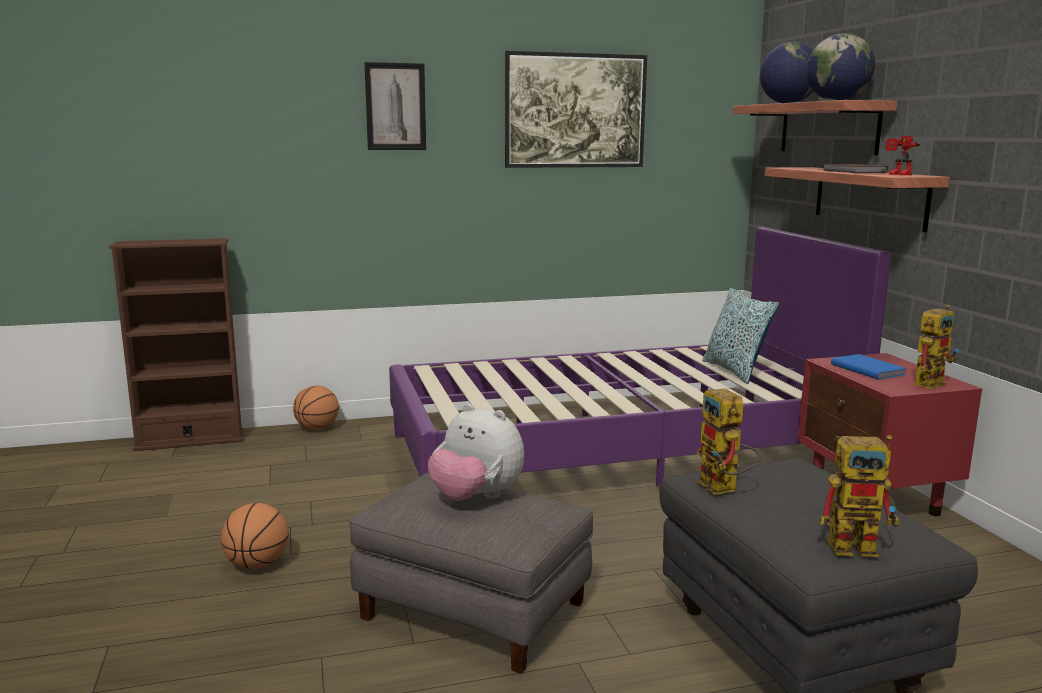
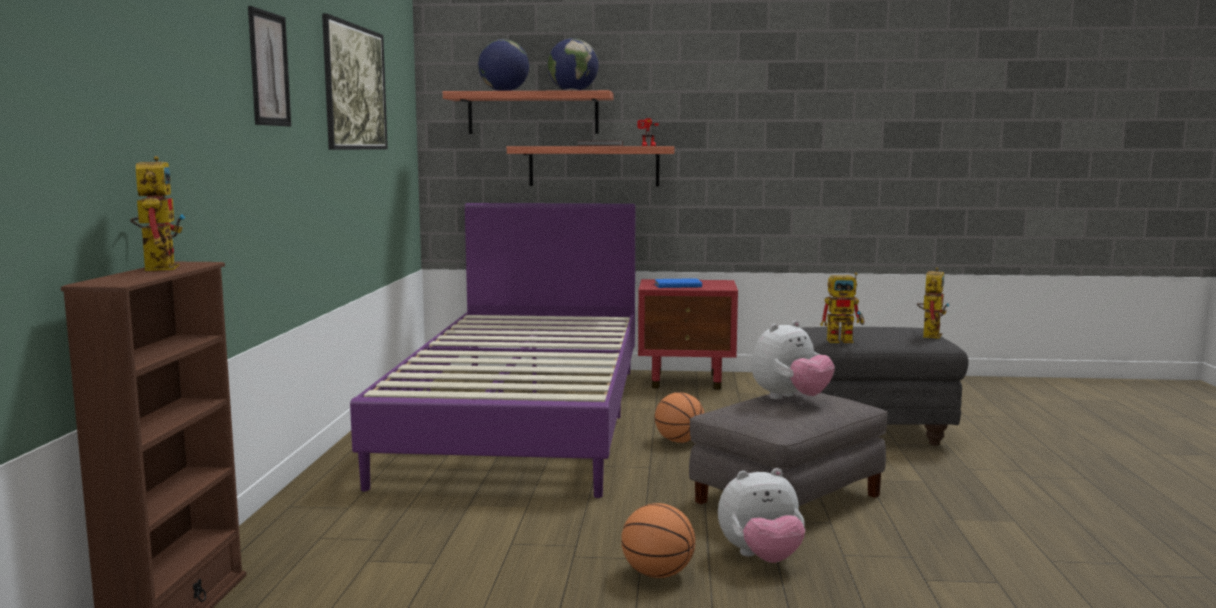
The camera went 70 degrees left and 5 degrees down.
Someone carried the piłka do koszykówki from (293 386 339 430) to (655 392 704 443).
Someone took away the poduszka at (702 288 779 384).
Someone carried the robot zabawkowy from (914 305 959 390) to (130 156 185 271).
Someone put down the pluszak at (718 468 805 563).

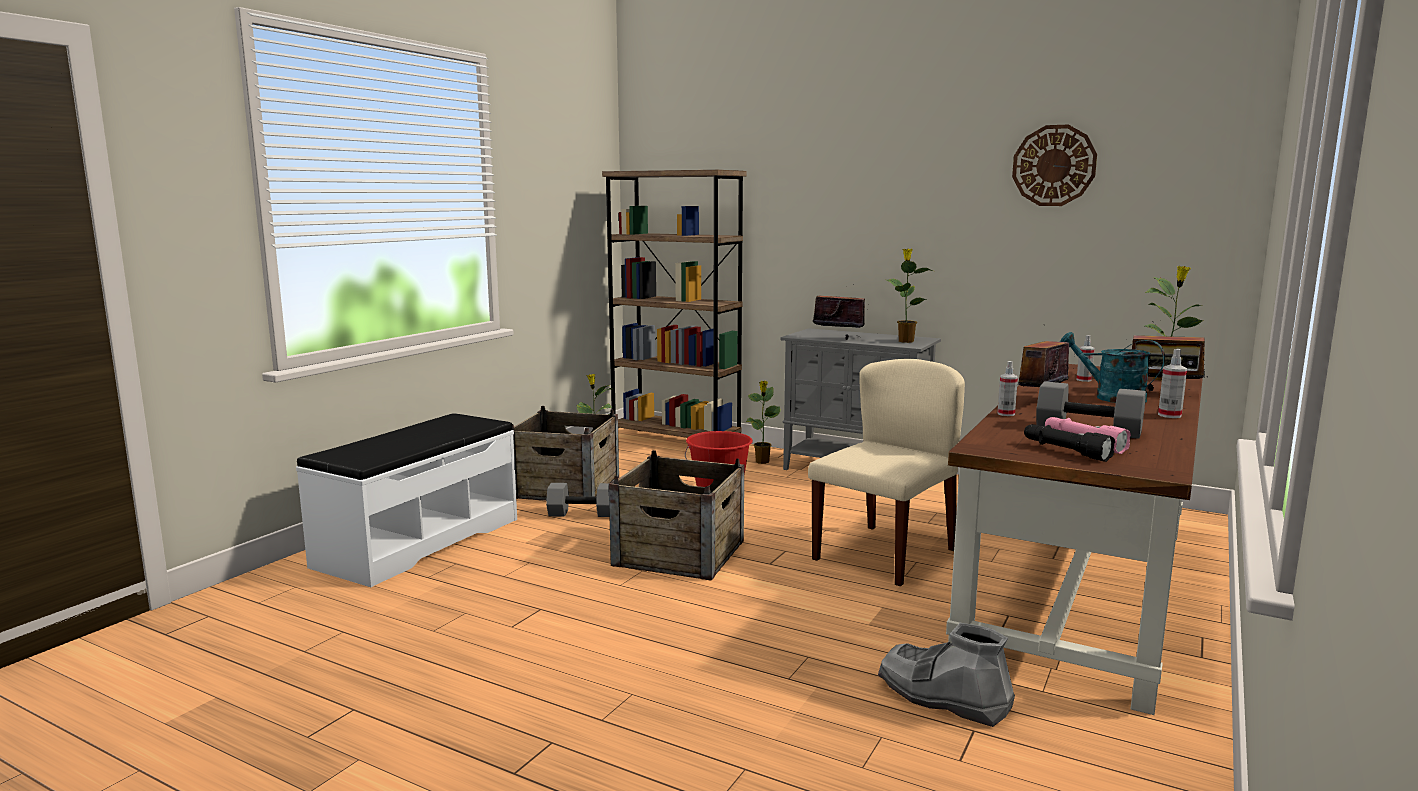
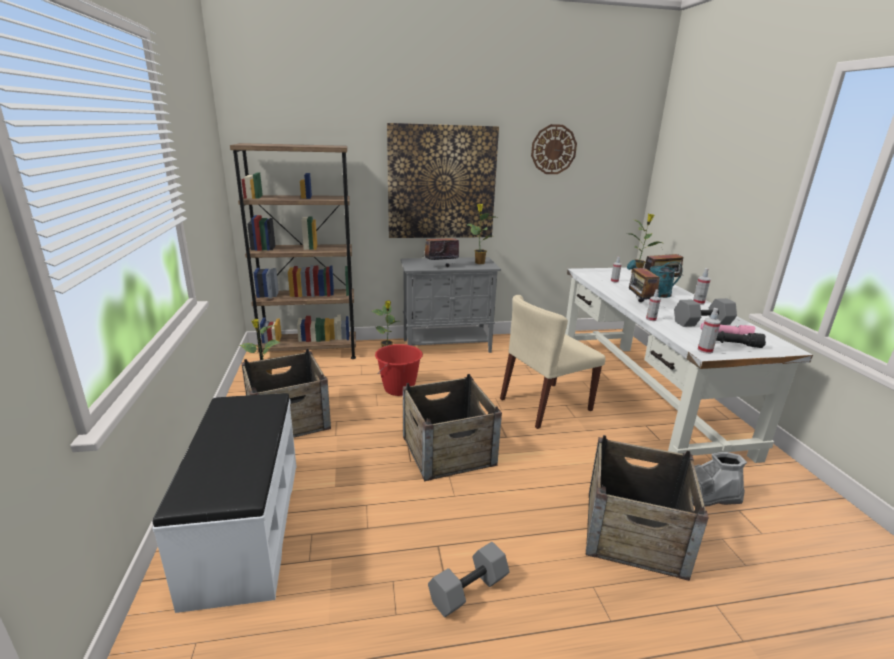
The camera went 40 degrees left and 10 degrees up.
Someone carried the hantel/szary from (546 483 610 517) to (428 542 510 617).
Someone rotated the krzesło/beżowy at (808 359 965 586) by 120 degrees counterclockwise.
Someone repainted the biurko/brązowy at (946 364 1203 715), which became the biurko/biały at (565 267 813 463).
Someone put up the obraz at (387 123 499 238).
Someone put down the skrzynka at (586 435 709 581).
Someone put down the spryskiwacz at (698 308 721 354).

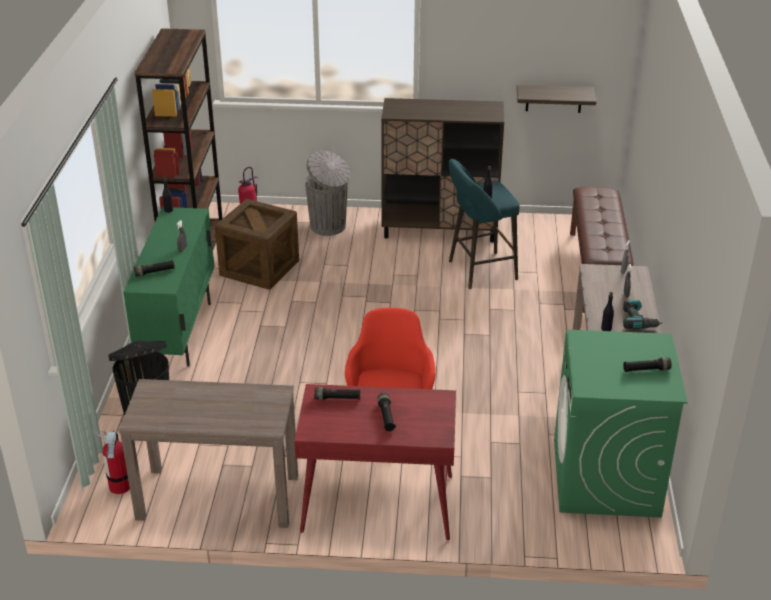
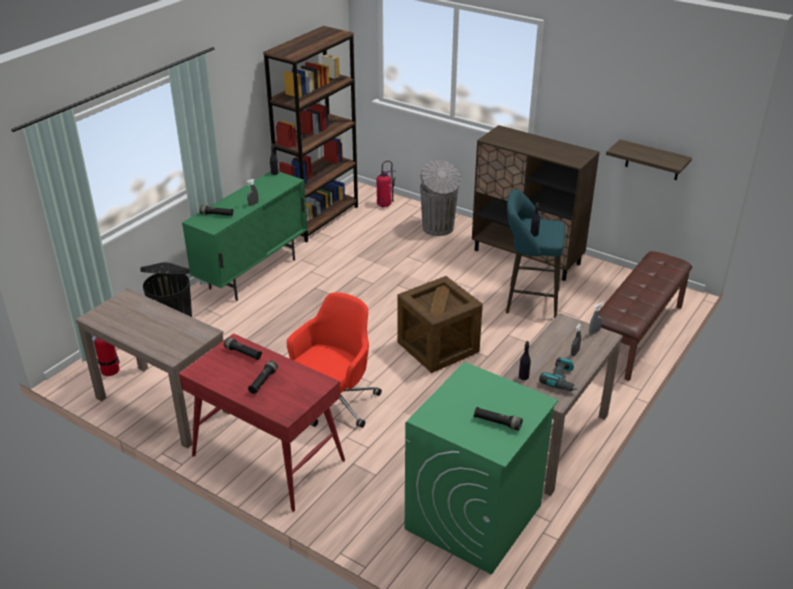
The camera went 30 degrees right and 0 degrees up.
Someone carried the skrzynka from (215 199 299 290) to (397 276 483 373).

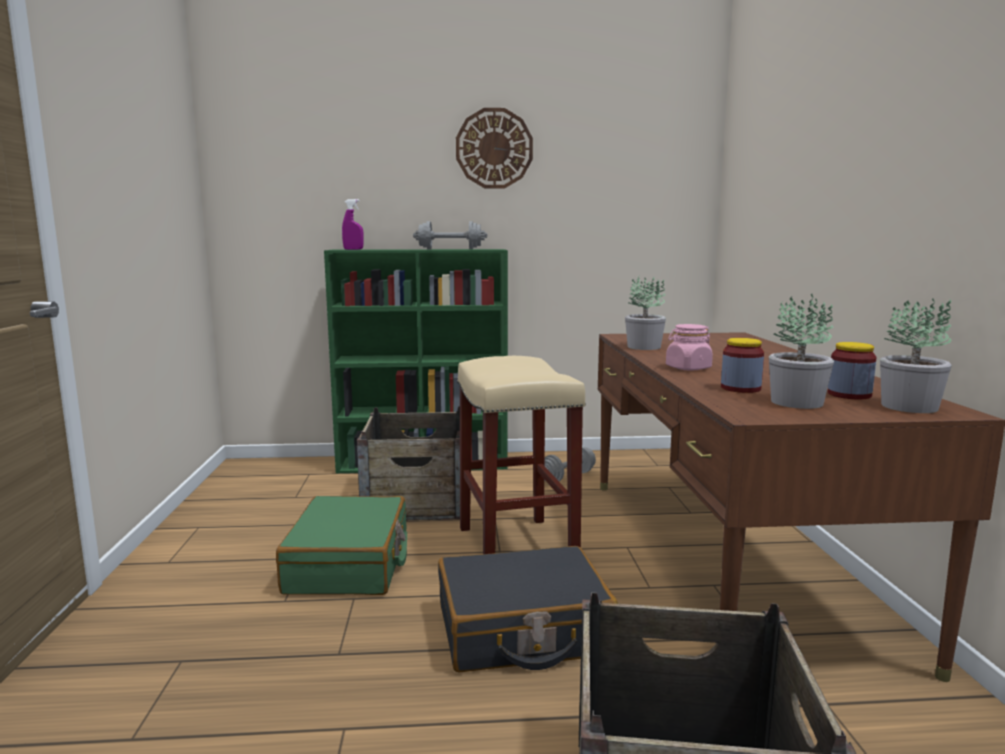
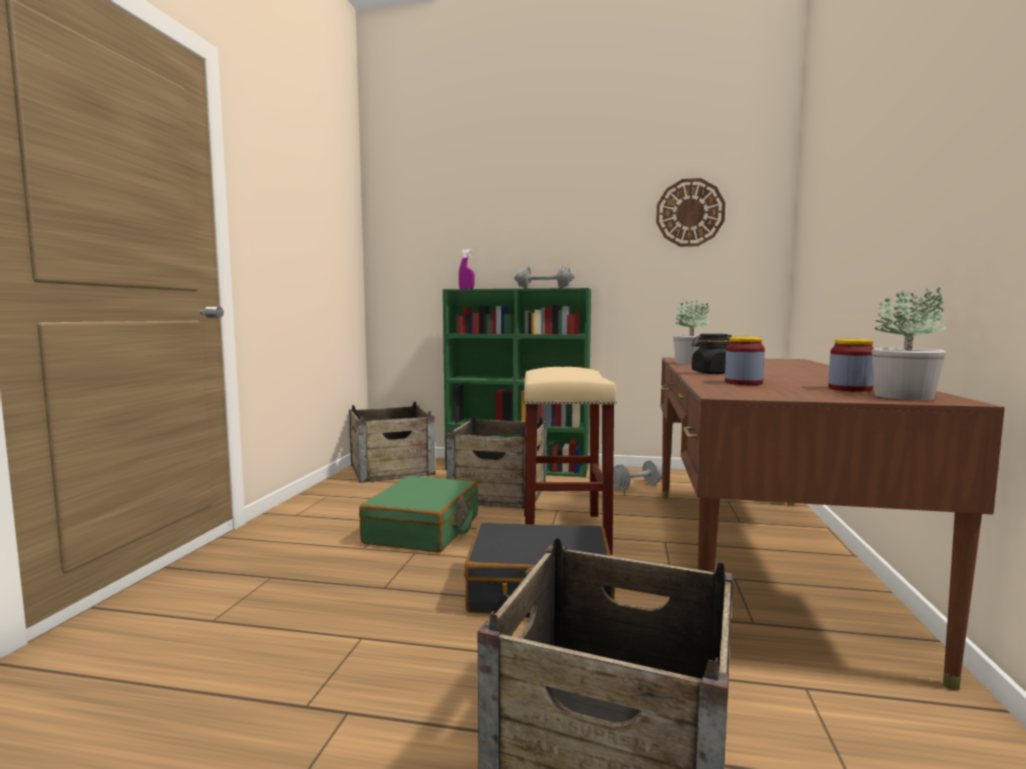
The camera went 15 degrees right and 5 degrees down.
Someone carried the zegar ścienny from (456 108 533 188) to (656 178 725 247).
Someone repainted the słoik/różowy at (666 324 713 371), which became the słoik/czarny at (692 334 732 374).
Someone took away the roślina doniczkowa at (769 294 834 409).
Someone put down the skrzynka at (349 402 436 483).

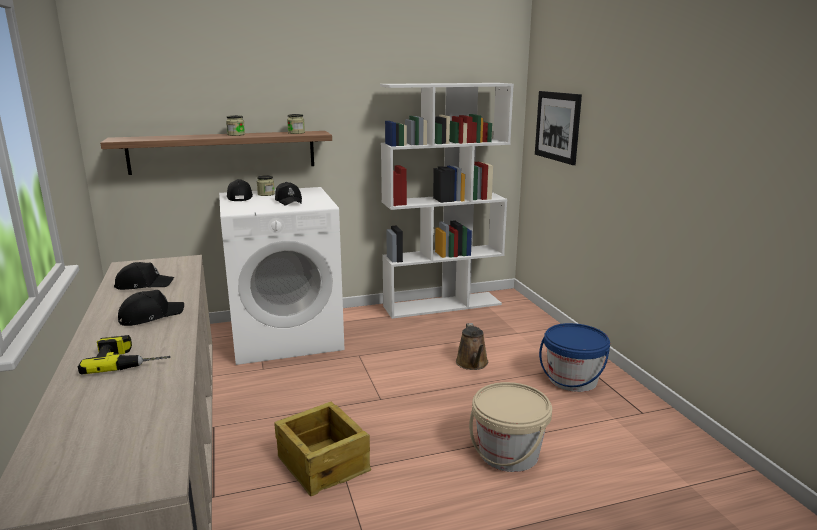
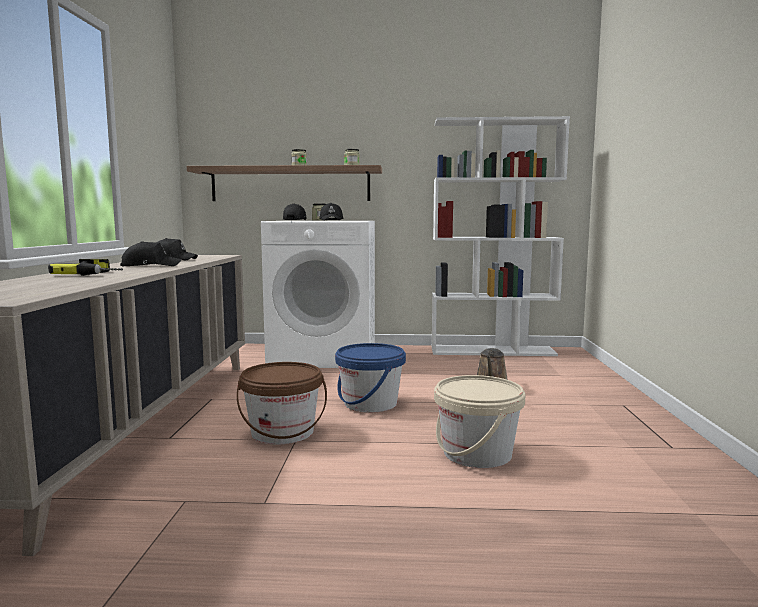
The camera went 20 degrees right and 10 degrees down.
Someone swapped the skrzynka at (274 402 371 496) for the wiadro/brązowy at (237 362 327 444).
Someone took away the obraz at (535 91 582 165).
Someone carried the wiadro/niebieski from (539 323 610 392) to (335 343 406 413).

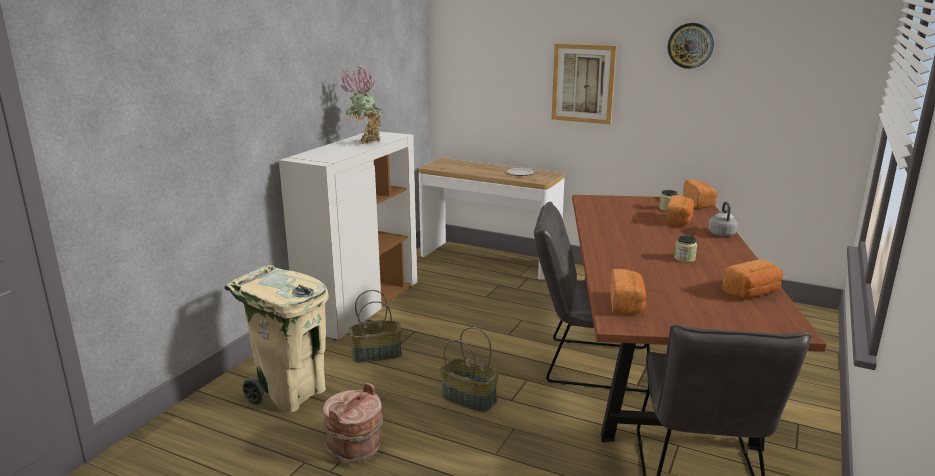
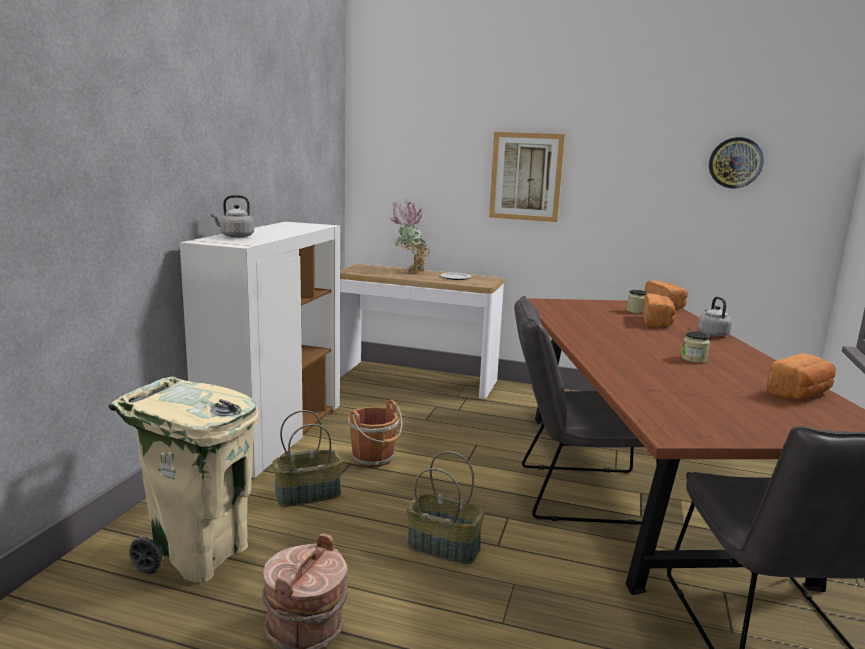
The camera went 10 degrees left and 5 degrees down.
Someone carried the roślina doniczkowa from (340 65 383 144) to (390 199 430 273).
Someone took away the chleb at (610 269 646 315).
Someone carried the zegar ścienny from (668 23 714 69) to (709 137 764 189).
Someone put down the czajnik/szary at (211 195 254 238).
Someone put down the wiadro/brązowy at (348 399 403 467).

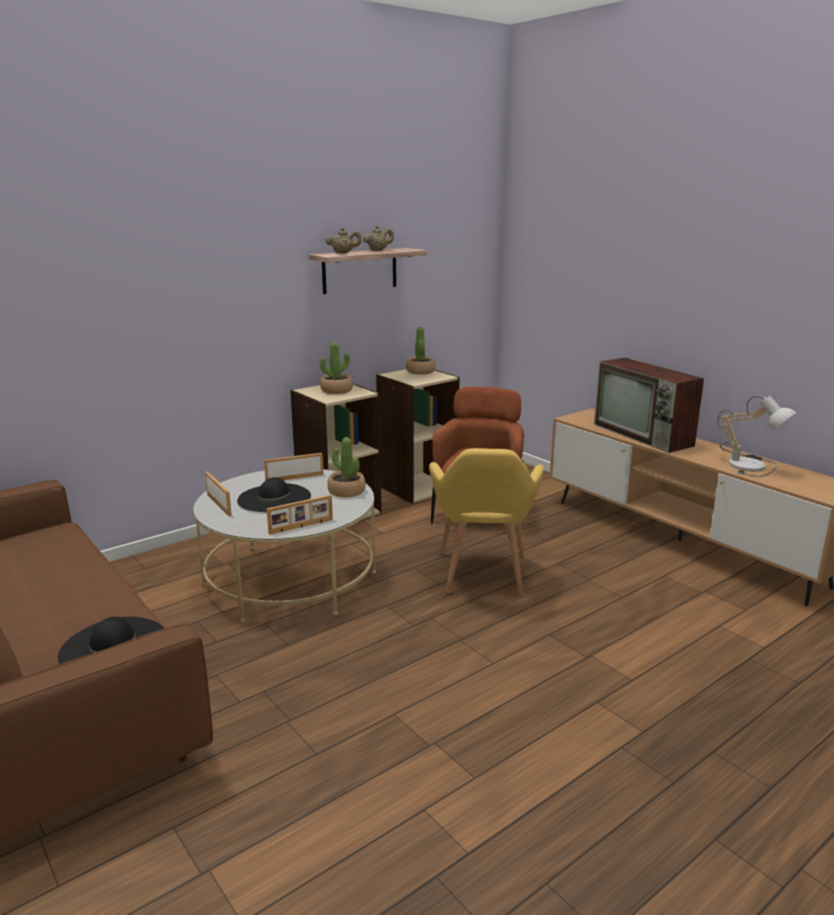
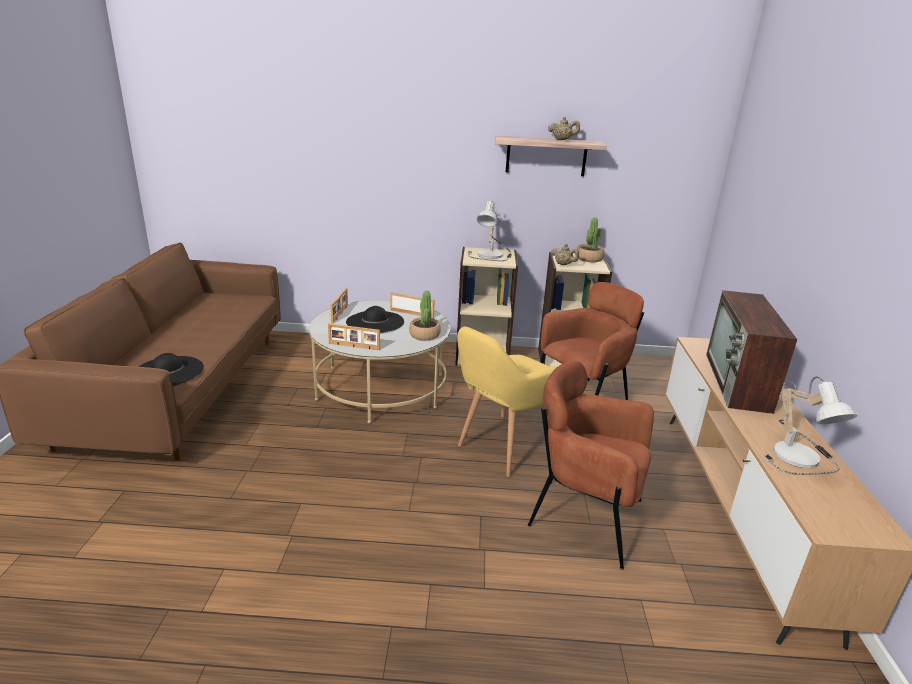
The camera went 40 degrees right and 5 degrees up.
Someone swapped the roślina doniczkowa at (320 342 353 394) for the lampa stołowa at (468 201 512 261).
Someone carried the imbryk/beżowy from (325 227 361 254) to (551 244 579 265).
Someone put down the fotel/brązowy at (528 361 654 570).

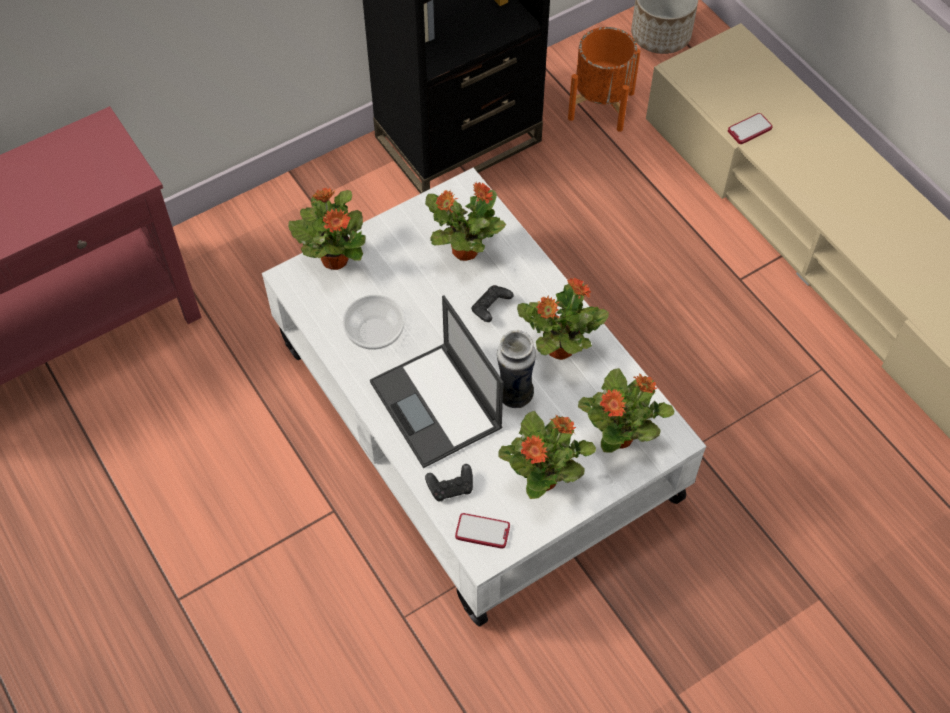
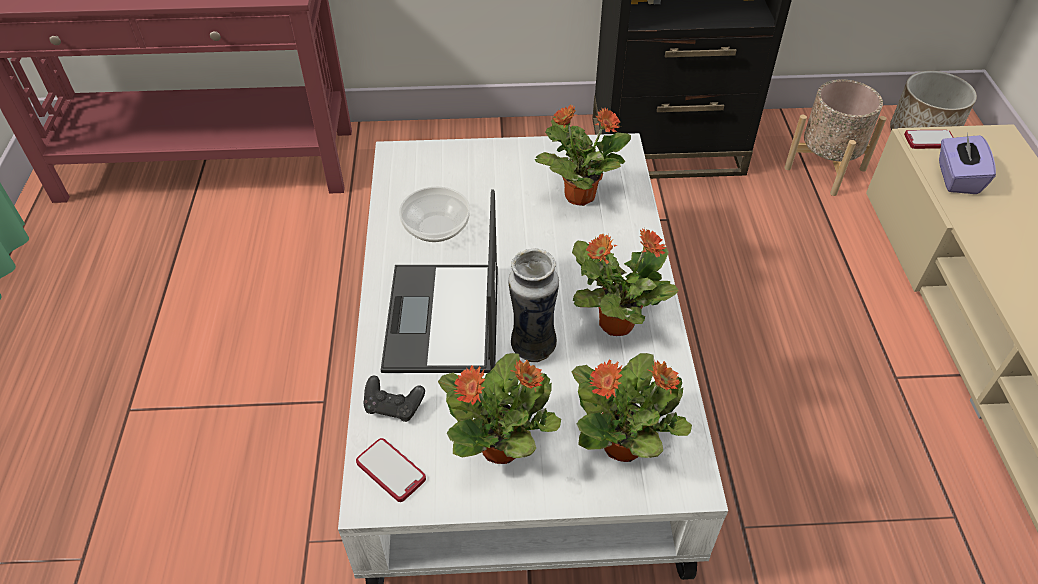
The camera went 30 degrees right and 10 degrees down.
Someone took away the roślina doniczkowa at (288 188 365 270).
Someone took away the pad do gier/czarny at (471 285 514 322).
Someone repainted the donica/pomarańczowy at (568 27 640 132), which became the donica/beżowy at (784 79 887 196).
Someone carried the telefon from (728 113 773 144) to (904 130 954 149).
Someone put down the pudełko chusteczek/fioletowy at (939 132 996 194).

